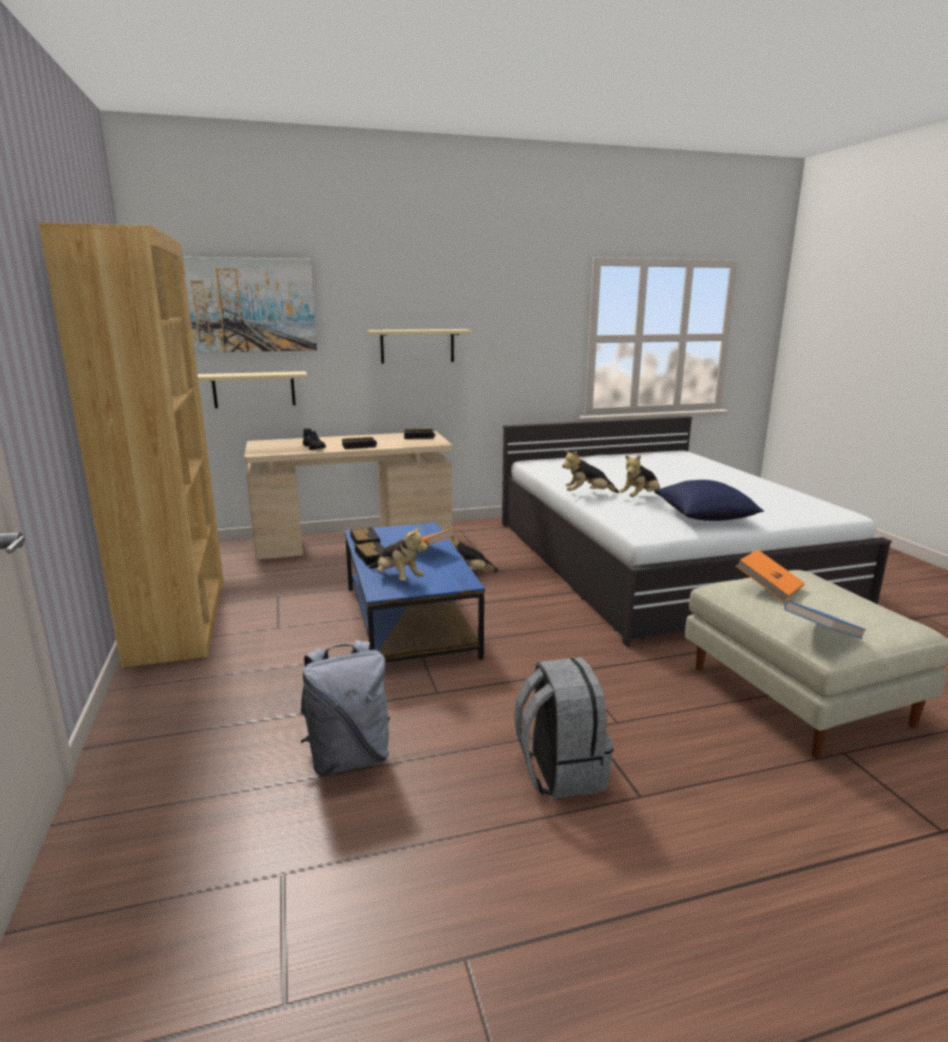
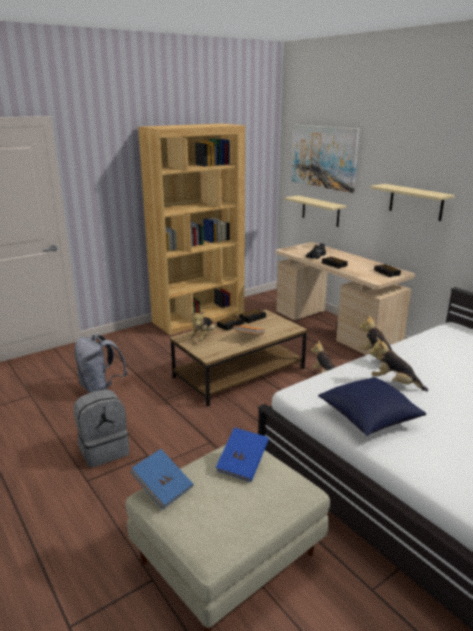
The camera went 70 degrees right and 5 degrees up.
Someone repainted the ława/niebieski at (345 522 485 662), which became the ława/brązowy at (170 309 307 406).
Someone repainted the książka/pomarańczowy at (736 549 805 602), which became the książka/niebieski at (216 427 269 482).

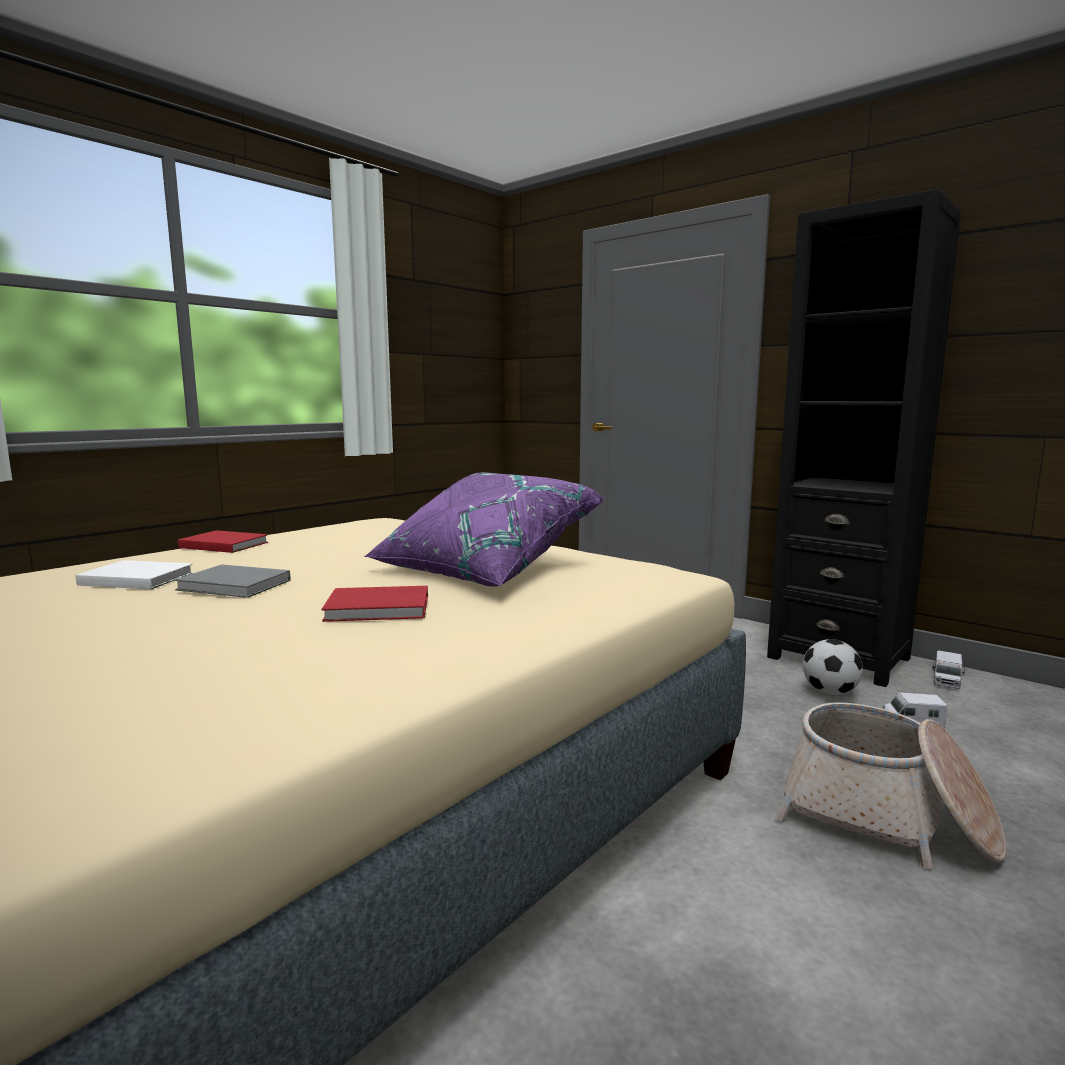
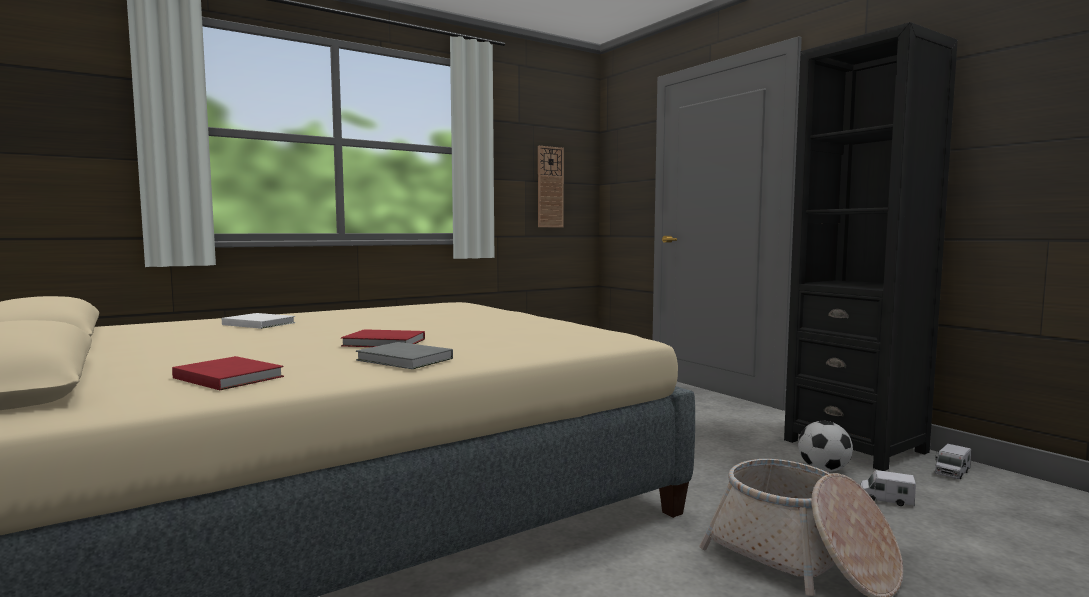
The camera went 15 degrees right and 5 degrees down.
Someone carried the książka/szary from (174 564 291 598) to (356 342 453 369).
Someone carried the książka/czerwony from (178 530 268 553) to (172 356 284 390).
Someone took away the poduszka/fioletowy at (364 472 605 587).
Someone put up the zegar ścienny at (538 146 564 227).

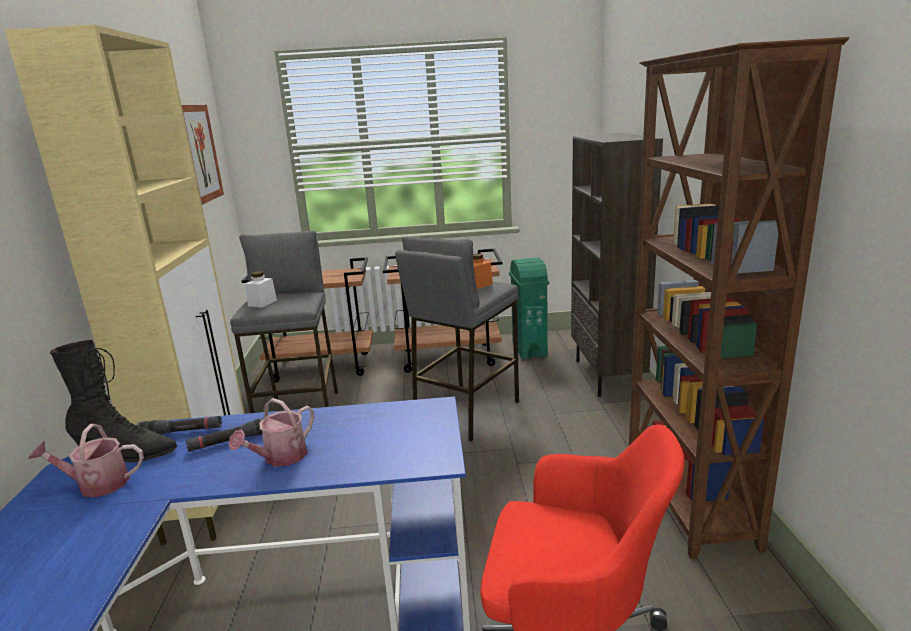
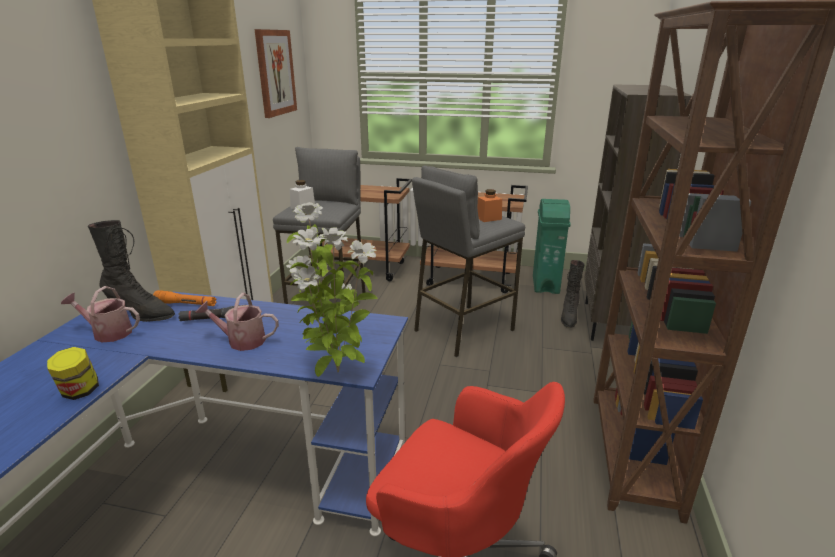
The camera went 15 degrees right and 5 degrees up.
Someone repainted the latarka/czarny at (137 416 222 435), which became the latarka/pomarańczowy at (153 290 217 306).
Someone rotated the konewka at (228 398 314 467) by 45 degrees clockwise.
Someone put down the słoik at (47 347 99 400).
Someone put down the roślina doniczkowa at (286 202 378 377).
Someone put down the but z cholewką/czarny at (561 260 585 328).

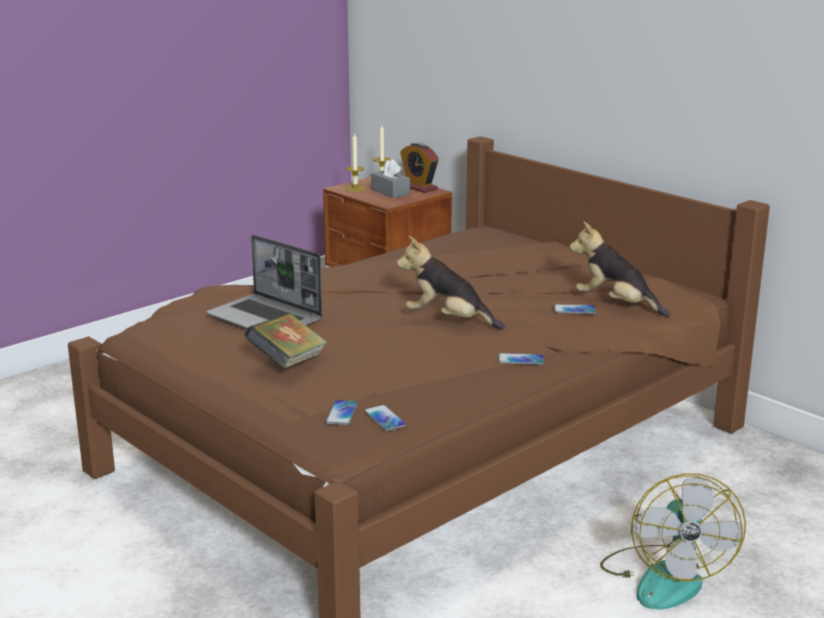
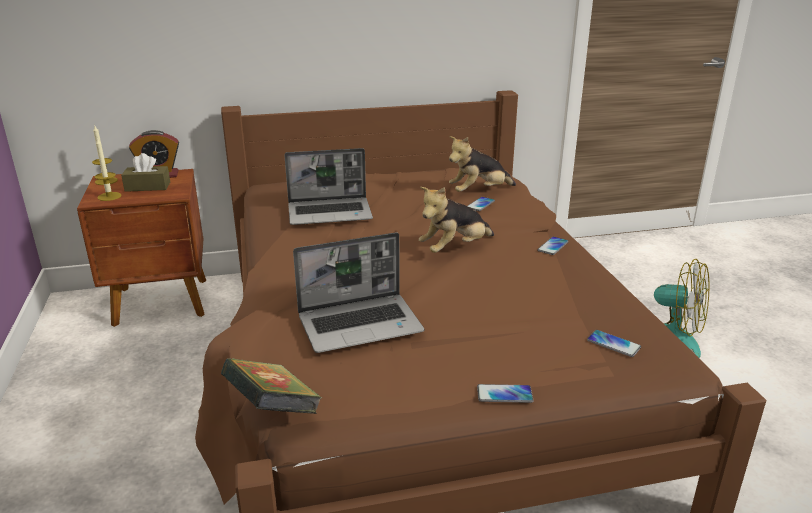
The camera went 60 degrees left and 5 degrees up.
Someone carried the książka from (244 313 327 369) to (221 358 322 414).
Someone carried the telefon from (364 405 407 431) to (477 384 534 403).
Someone repainted the pudełko chusteczek/szary at (371 159 410 198), which became the pudełko chusteczek/brązowy at (121 153 170 192).
Someone put down the laptop at (284 148 373 225).

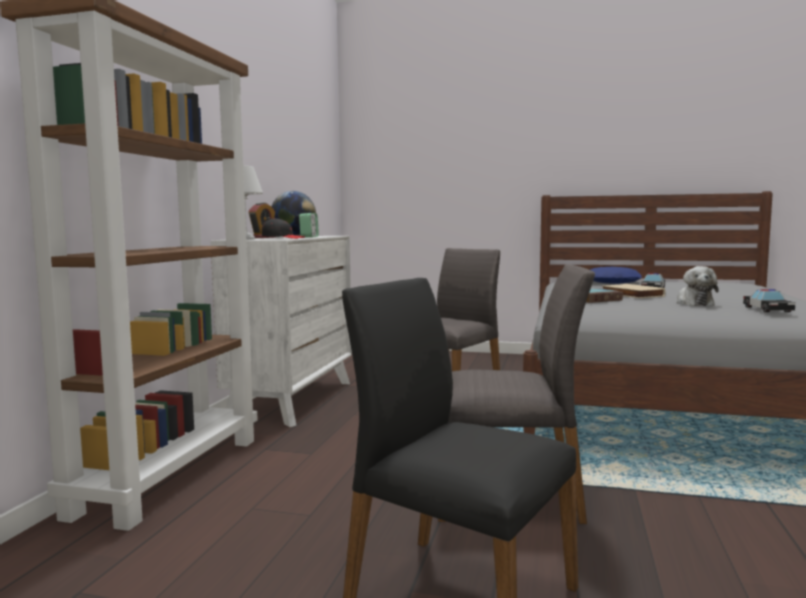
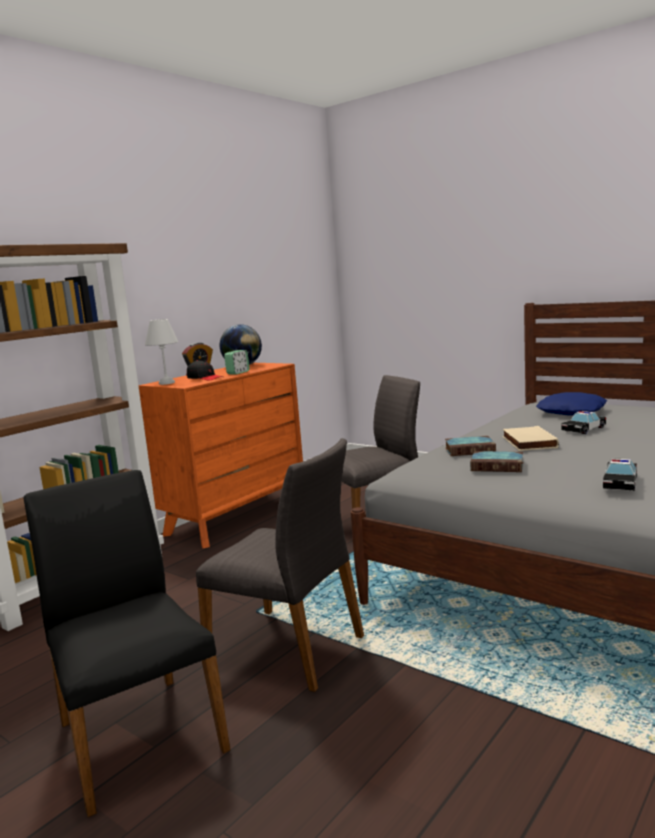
The camera went 25 degrees right and 5 degrees up.
Someone repainted the komoda/biały at (211 236 352 427), which became the komoda/pomarańczowy at (138 363 303 548).
Someone took away the pluszak at (677 266 719 306).
Someone put down the książka at (470 451 523 472).

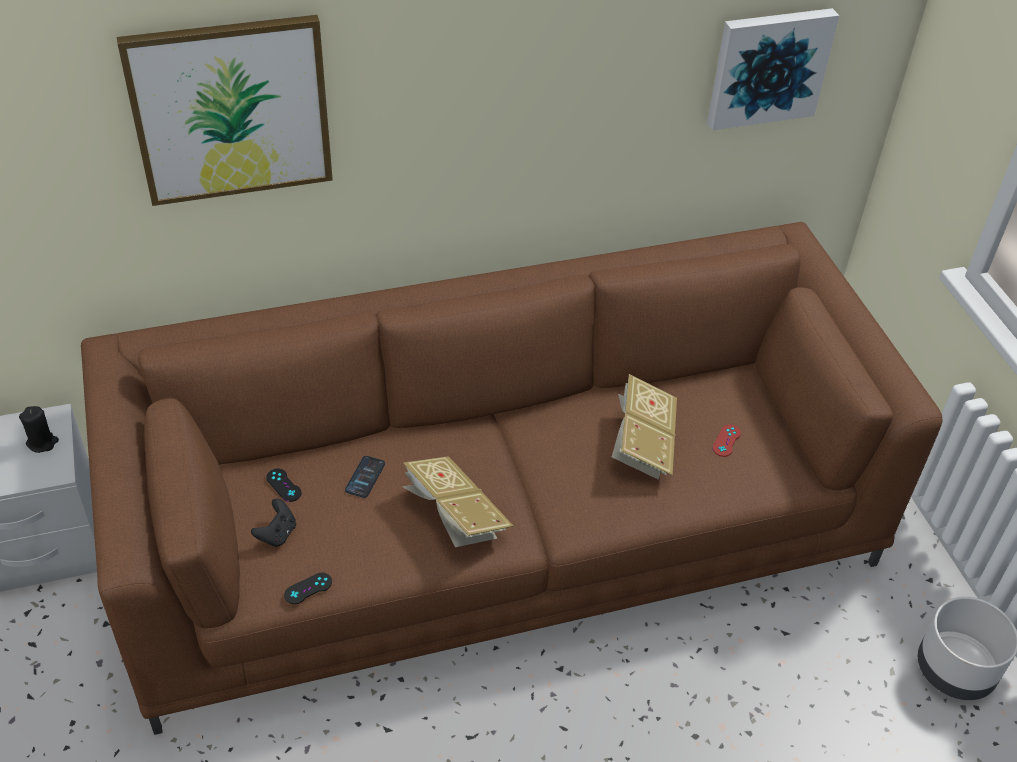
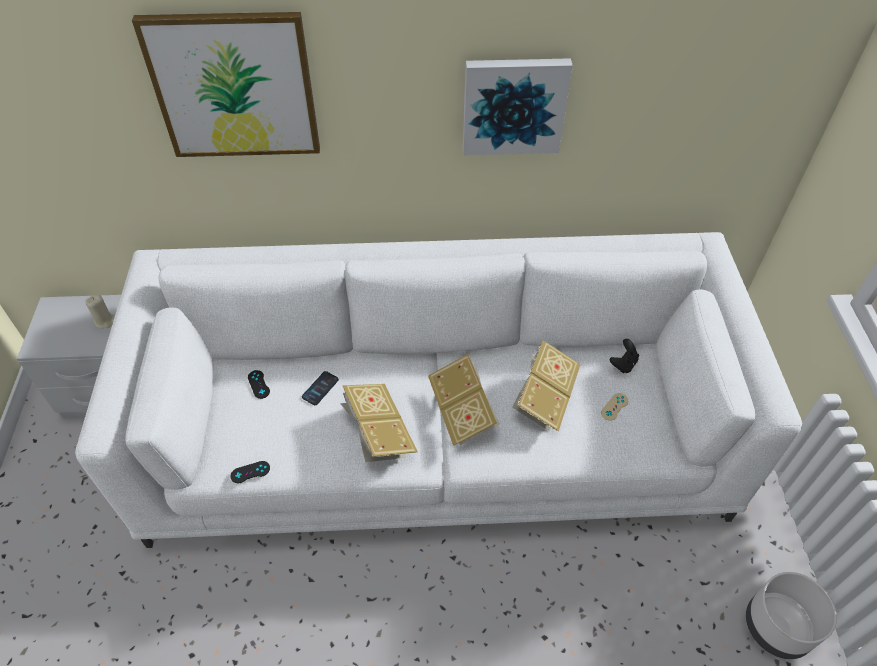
The camera went 15 degrees right and 5 degrees up.
Someone repainted the świeca/czarny at (19 406 59 453), which became the świeca/beżowy at (85 294 114 328).
Someone repainted the kanapa/brązowy at (81 222 942 735), which became the kanapa/biały at (75 232 802 548).
Someone carried the pad do gier/czarny from (251 499 296 547) to (610 339 639 373).
Someone carried the obraz from (707 8 839 131) to (463 58 573 155).
Someone repainted the pad do gier/czerwony at (712 424 741 457), which became the pad do gier/beżowy at (601 393 628 421).
Someone put down the książka at (428 354 500 446).

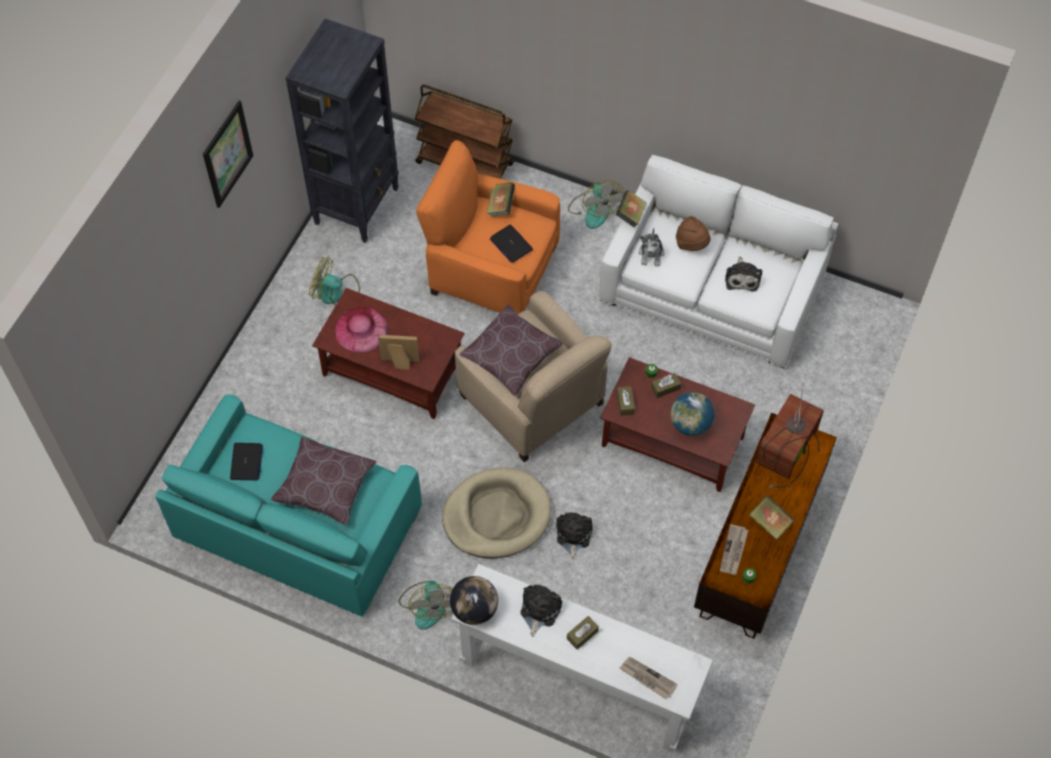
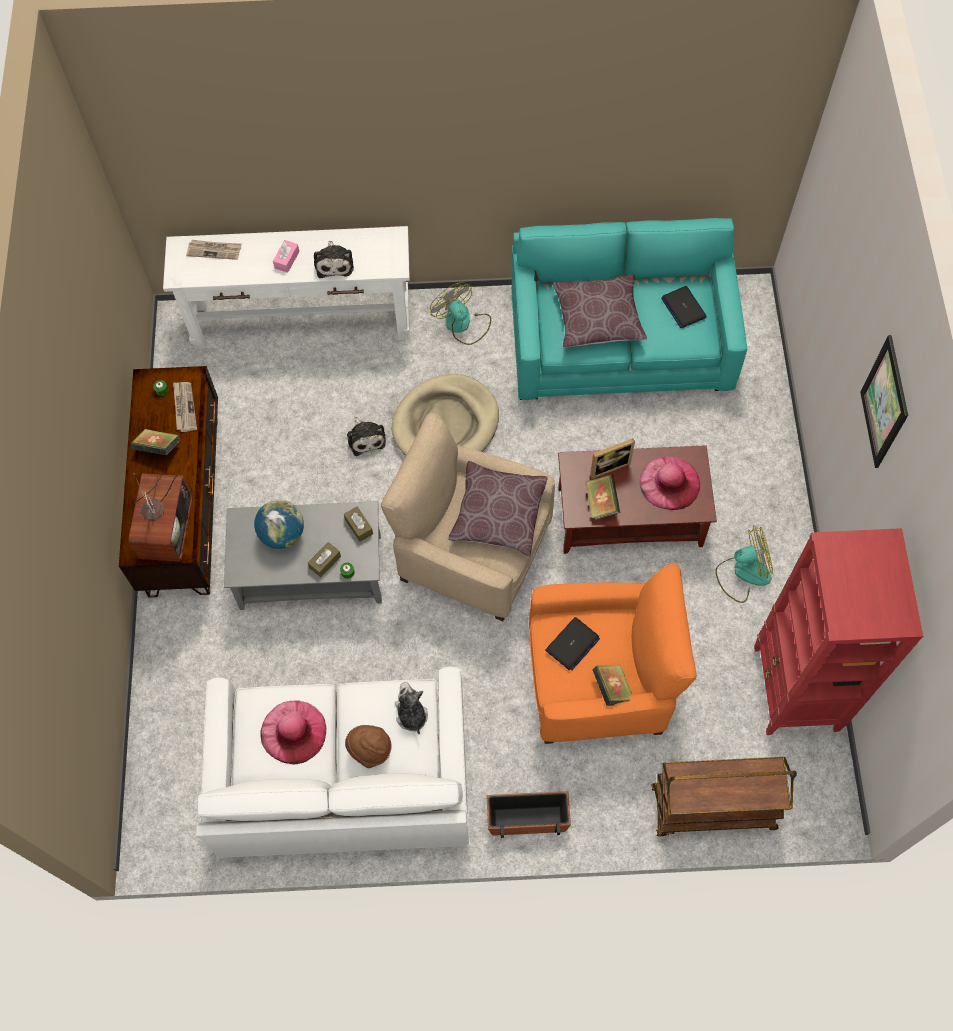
The camera went 155 degrees right and 5 degrees up.
Someone repainted the regał/czarny at (286 19 399 243), which became the regał/czerwony at (754 528 923 735).
Someone took away the globus at (450 576 498 625).
Someone rotated the laptop at (490 224 533 263) by 105 degrees clockwise.
Someone repainted the pudełko chusteczek/brązowy at (567 616 599 650), which became the pudełko chusteczek/różowy at (273 240 300 273).
Someone swapped the wentylator at (568 180 625 229) for the donica at (486 791 571 838).
Someone repainted the ława/brązowy at (600 357 755 492), which became the ława/szary at (224 501 382 610).
Someone carried the książka from (616 190 647 228) to (585 475 620 520).
Someone swapped the pluszak at (725 257 762 292) for the kapelusz/różowy at (260 701 326 765).

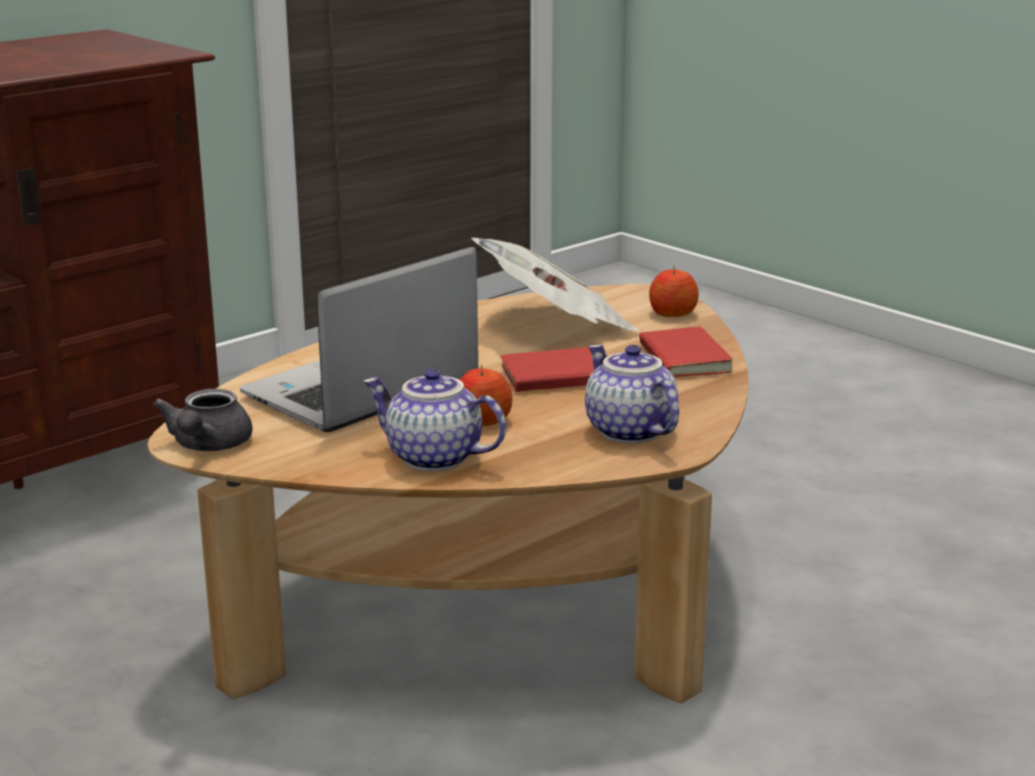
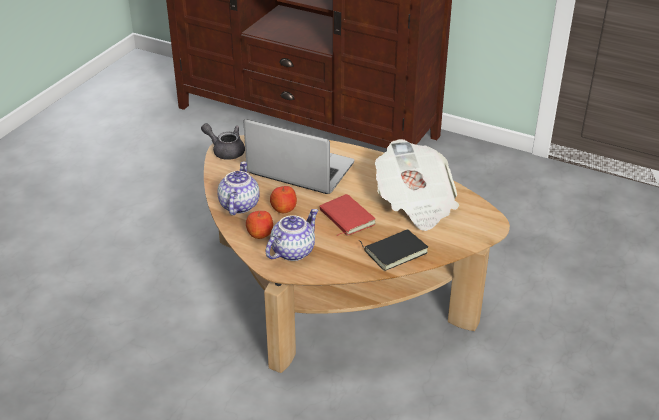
The camera went 70 degrees right and 15 degrees up.
Someone rotated the imbryk/szary at (153 389 252 451) by 45 degrees clockwise.
Someone repainted the książka/czerwony at (639 326 733 377), which became the książka/czarny at (358 229 428 271).
Someone carried the jabłko from (649 265 699 317) to (246 211 273 239).

